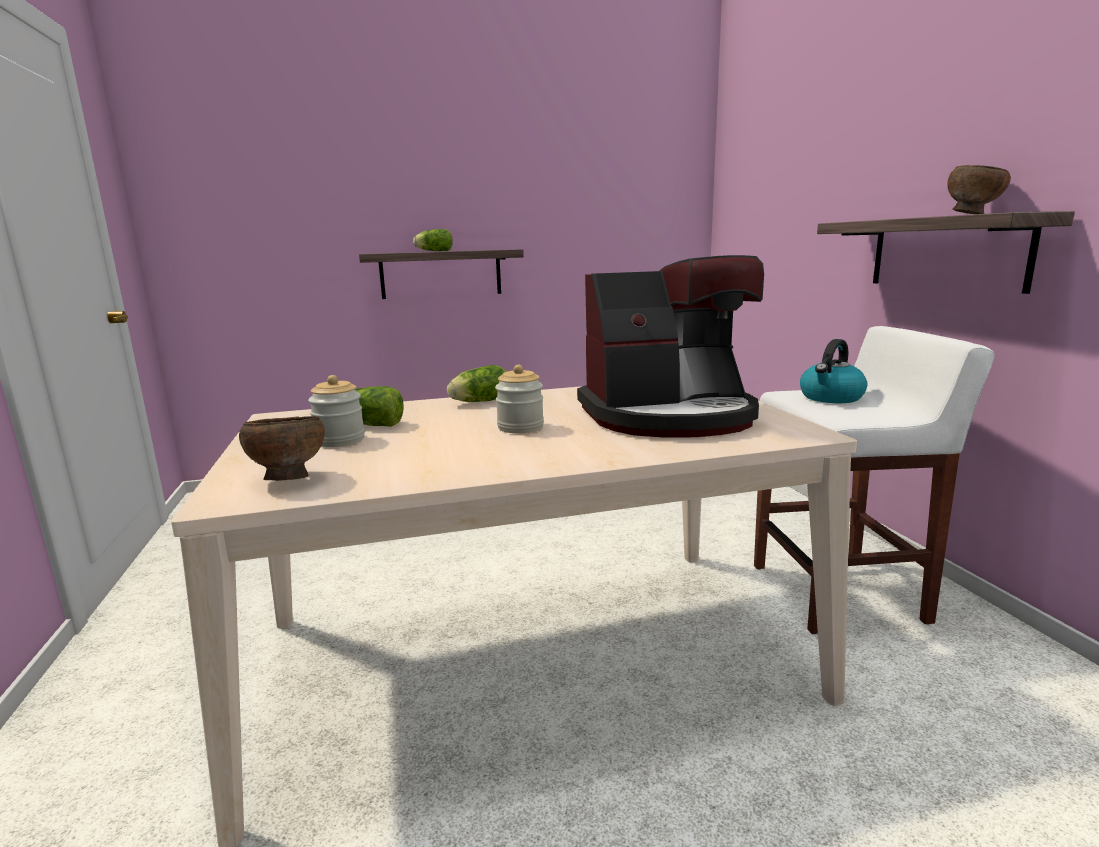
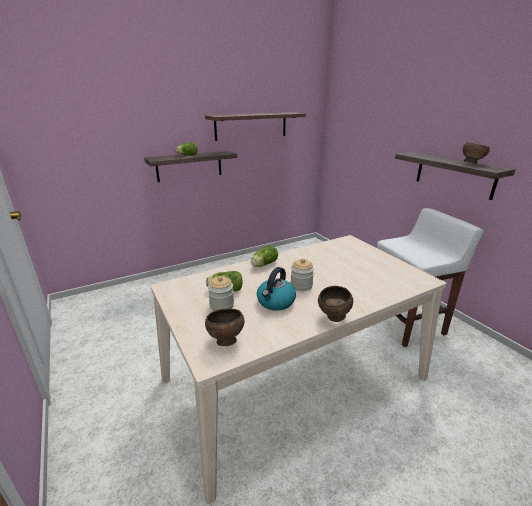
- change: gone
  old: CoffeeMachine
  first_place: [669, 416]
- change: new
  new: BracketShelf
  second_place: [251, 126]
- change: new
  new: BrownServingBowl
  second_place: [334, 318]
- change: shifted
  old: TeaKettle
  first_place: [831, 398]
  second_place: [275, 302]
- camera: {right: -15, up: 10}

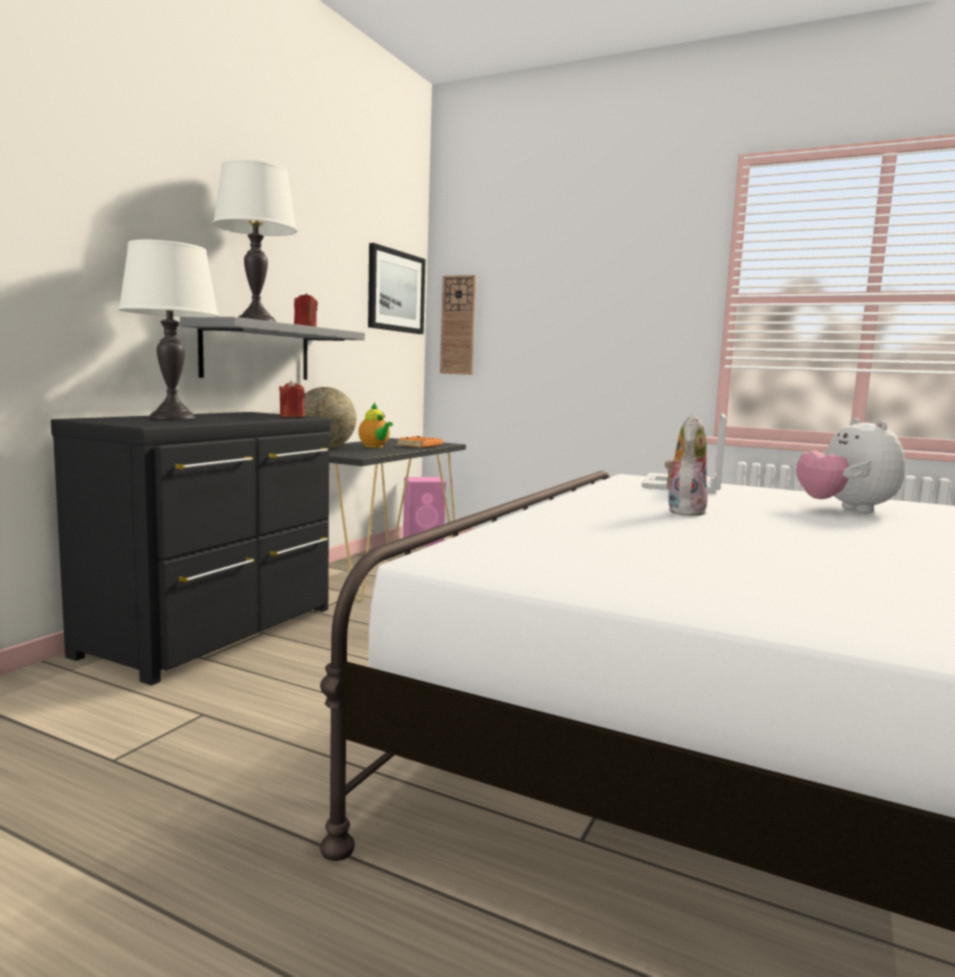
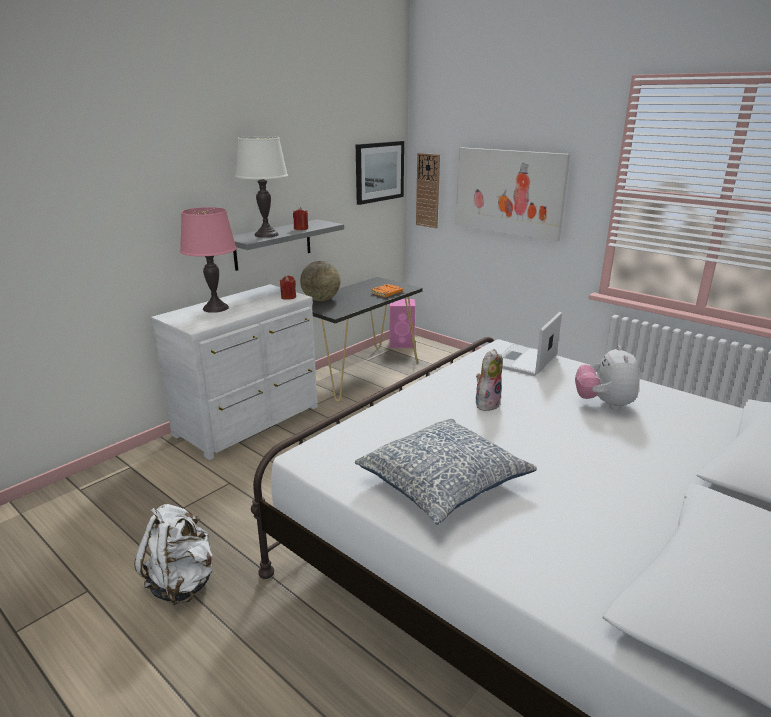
- change: gone
  old: Teapot
  first_place: [375, 447]
- change: new
  new: WhiteColouredKnapsack
  second_place: [182, 582]
- change: new
  new: Pillow
  second_place: [443, 484]
- change: new
  new: Picture
  second_place: [509, 192]
- change: repainted
  old: BlackishDresser
  new: WhiteColouredDresser
  first_place: [217, 631]
  second_place: [251, 421]
- change: repainted
  old: WhiteColouredTableLamp
  new: PinkishTableLamp
  first_place: [172, 418]
  second_place: [215, 308]
- camera: {right: 15, up: 15}

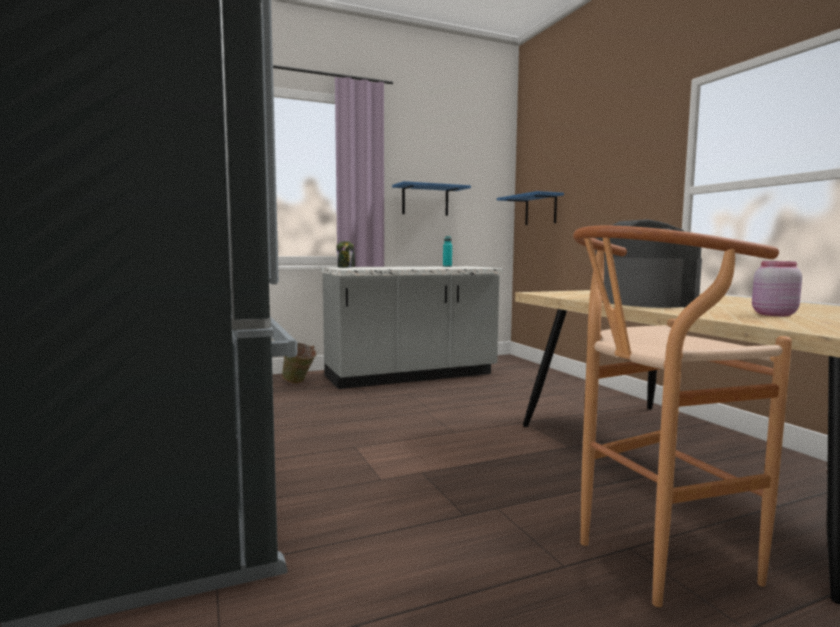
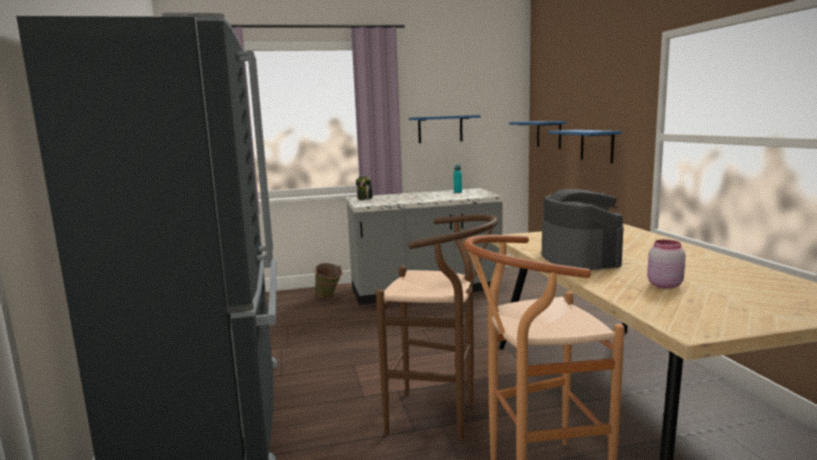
- change: new
  new: BrownStoolSeat
  second_place: [441, 418]
- change: new
  new: BluishBracketShelf
  second_place: [597, 145]
- camera: {right: 10, up: 5}

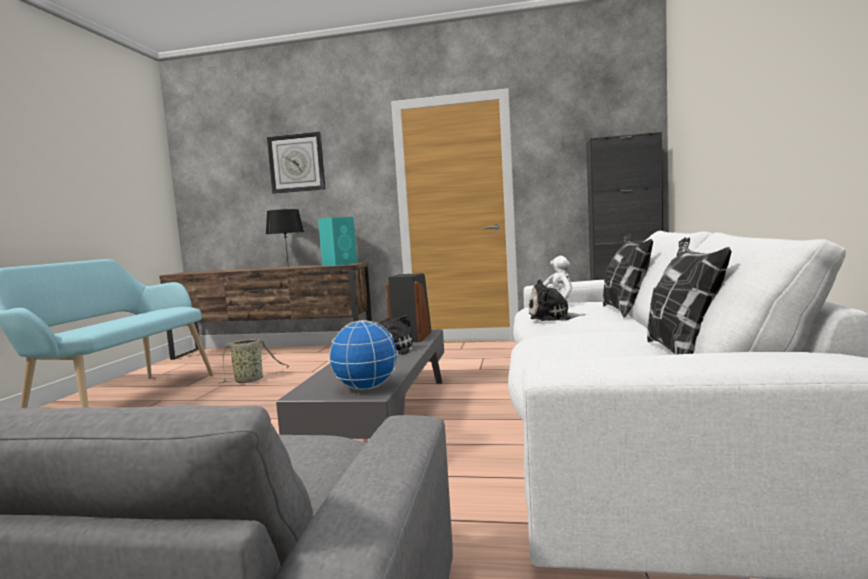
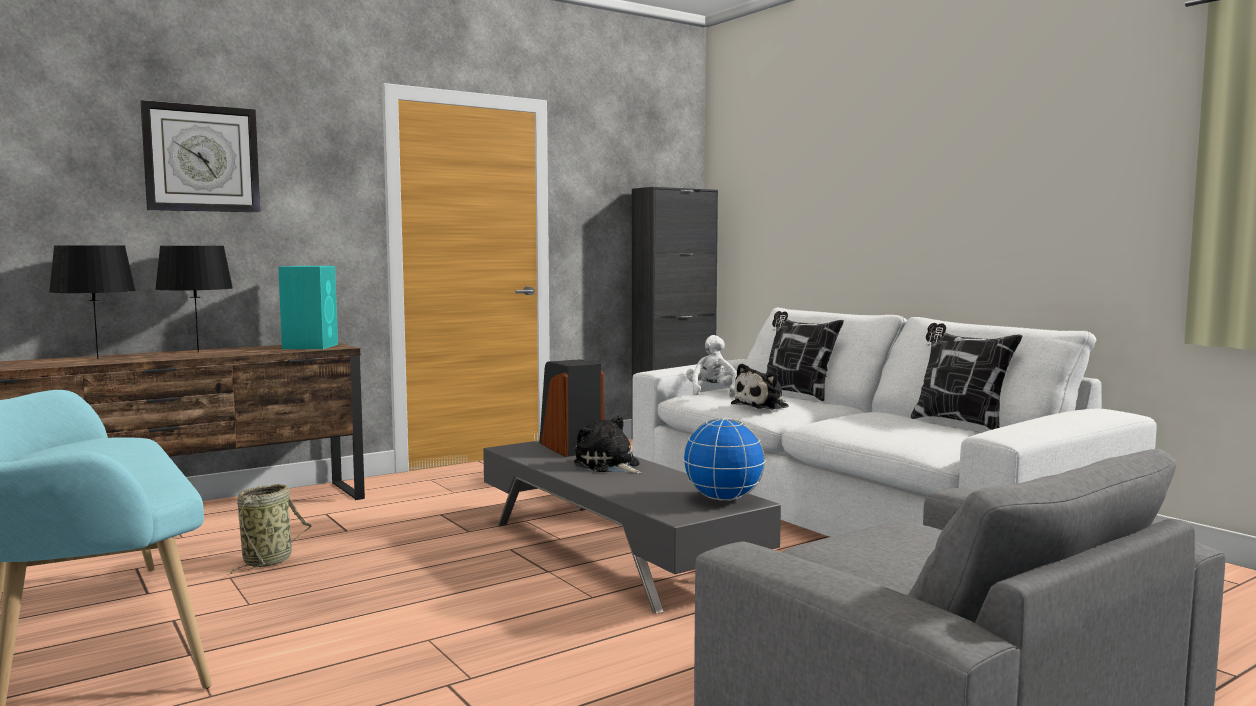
- change: new
  new: BlackishTableLamp
  second_place: [97, 358]
- camera: {right: -45, up: 0}

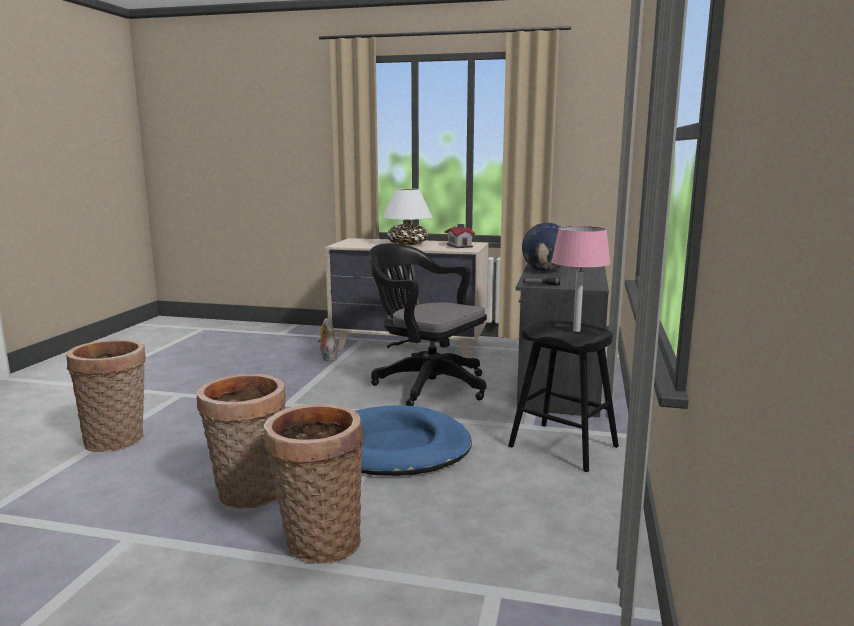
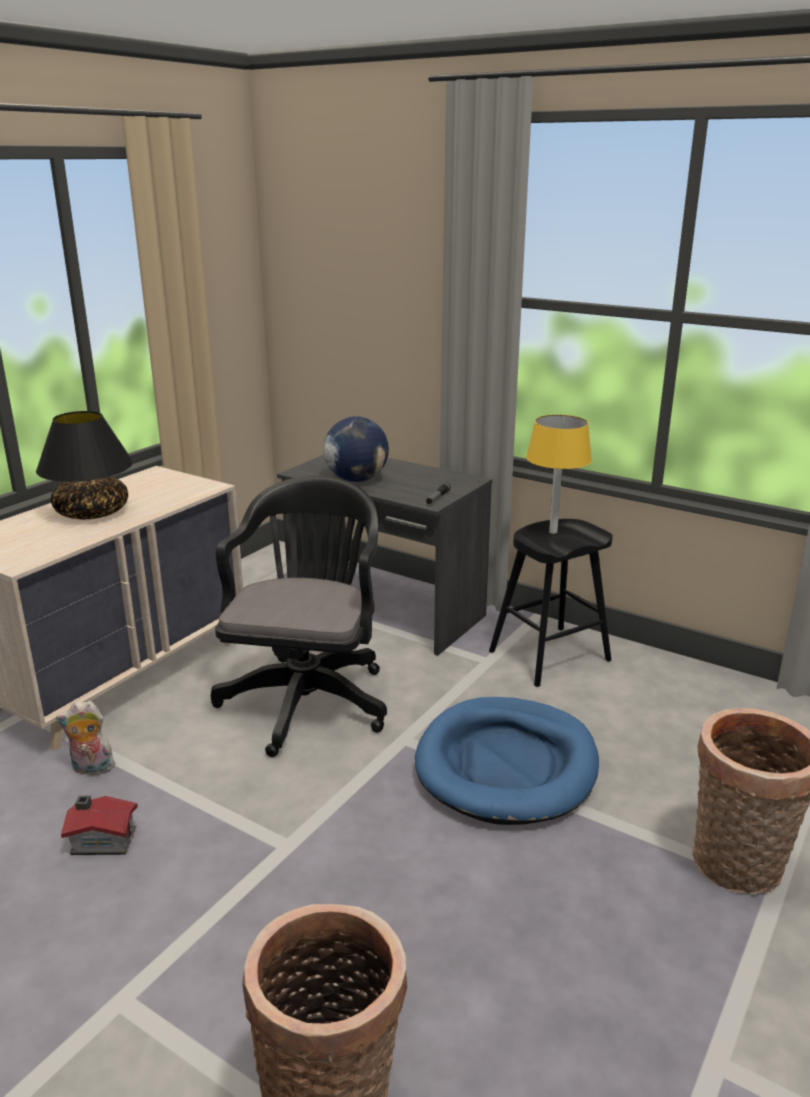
- change: gone
  old: Basket
  first_place: [249, 495]
- change: shifted
  old: ModelHouse
  first_place: [460, 246]
  second_place: [102, 840]
- change: repainted
  old: WhiteColouredTableLamp
  new: BlackishTableLamp
  first_place: [407, 244]
  second_place: [93, 512]
- change: repainted
  old: PinkishTableLamp
  new: YellowTableLamp
  first_place: [576, 331]
  second_place: [553, 532]
- change: rotated
  old: BlackishOfficeChair
  first_place: [426, 385]
  second_place: [308, 698]
  degrees: 135
- camera: {right: -70, up: 10}

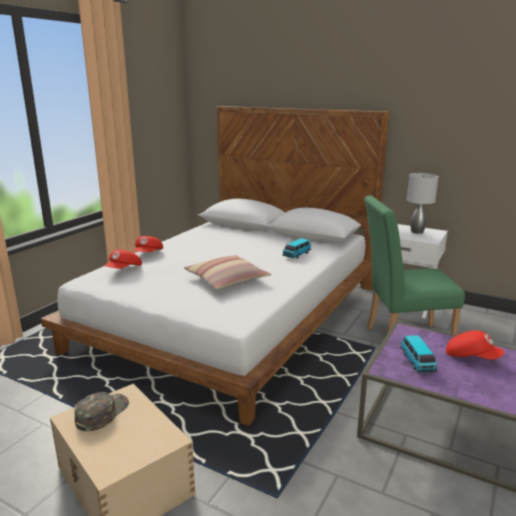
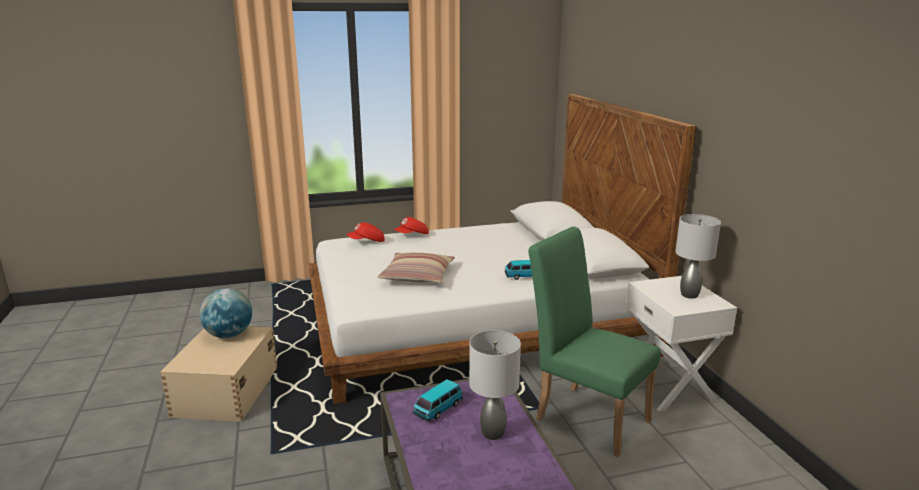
- change: swapped
  old: GreenBaseballCap
  new: Globe
  first_place: [102, 413]
  second_place: [229, 335]
- change: swapped
  old: ReddishBaseballCap
  new: GreyTableLamp
  first_place: [471, 357]
  second_place: [493, 433]
- camera: {right: 45, up: 0}

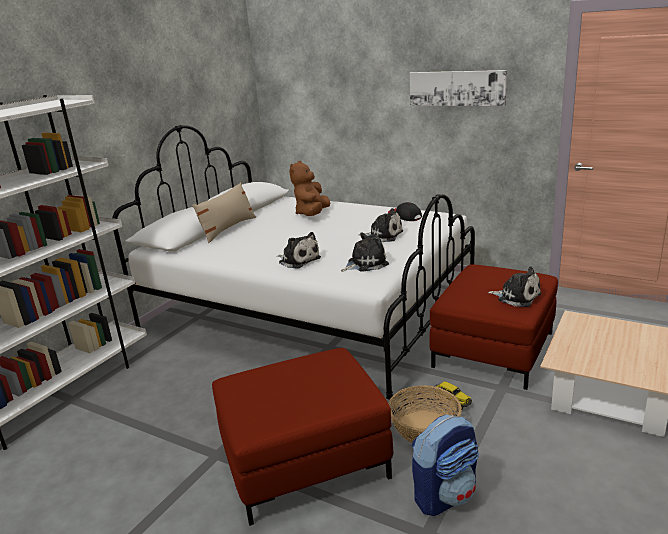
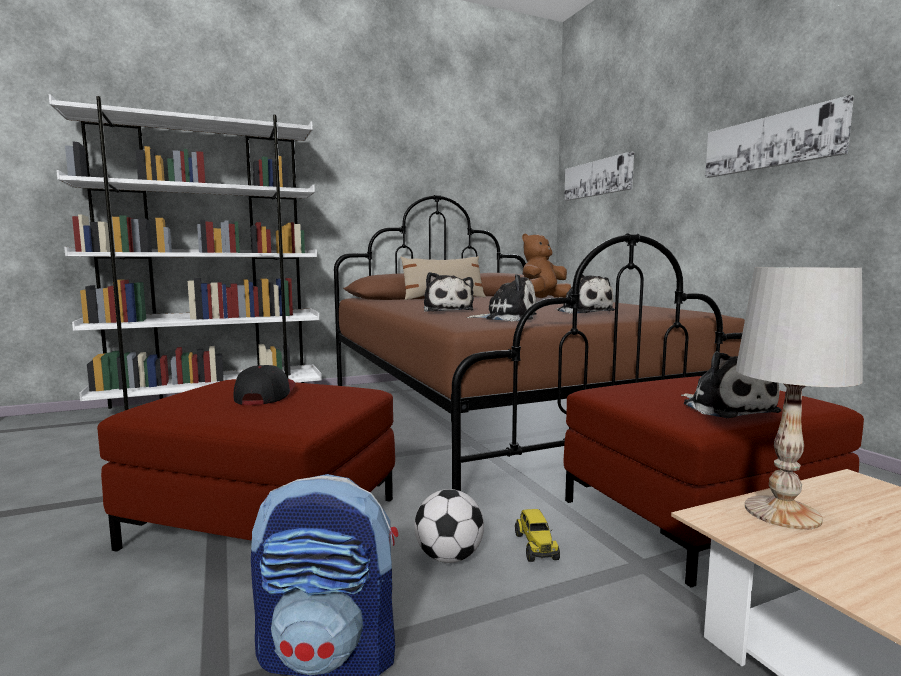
- change: new
  new: Picture
  second_place: [598, 178]
- change: new
  new: WhiteColouredTableLamp
  second_place: [781, 512]
- change: shifted
  old: BaseballCap
  first_place: [404, 216]
  second_place: [264, 394]
- change: swapped
  old: Basket
  new: FootballBall
  first_place: [425, 427]
  second_place: [449, 557]
- change: repainted
  old: WhiteColouredSleepingBed
  new: BrownSleepingBed
  first_place: [309, 311]
  second_place: [503, 413]
- camera: {right: 35, up: -15}

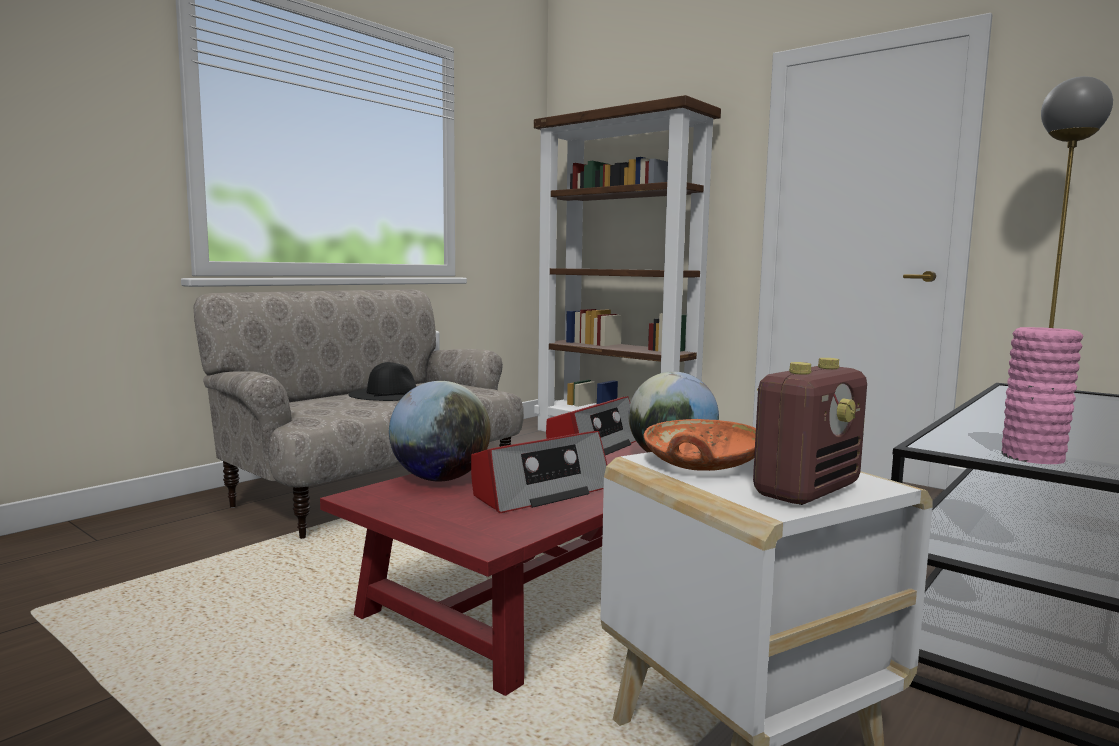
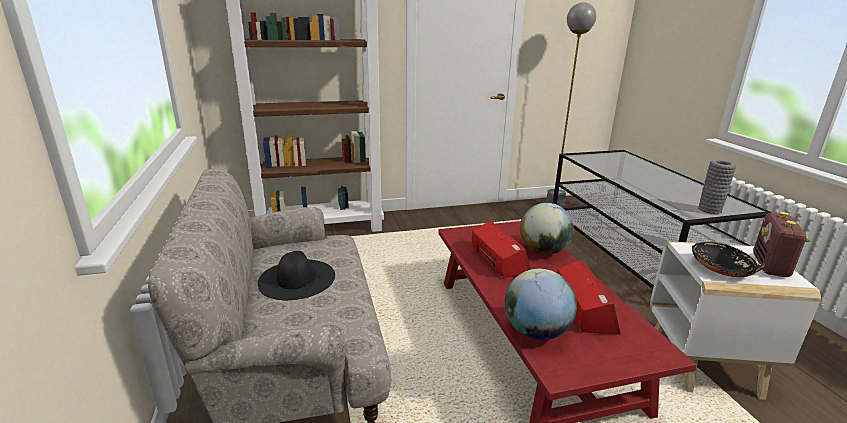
- change: repainted
  old: OrangeServingBowl
  new: BlackishServingBowl
  first_place: [701, 464]
  second_place: [722, 269]
- change: repainted
  old: PinkishFlowerVase
  new: GreyFlowerVase
  first_place: [1033, 457]
  second_place: [709, 210]
- change: rotated
  old: RadioSet
  first_place: [806, 491]
  second_place: [770, 266]
  degrees: -150
- camera: {right: -55, up: 15}

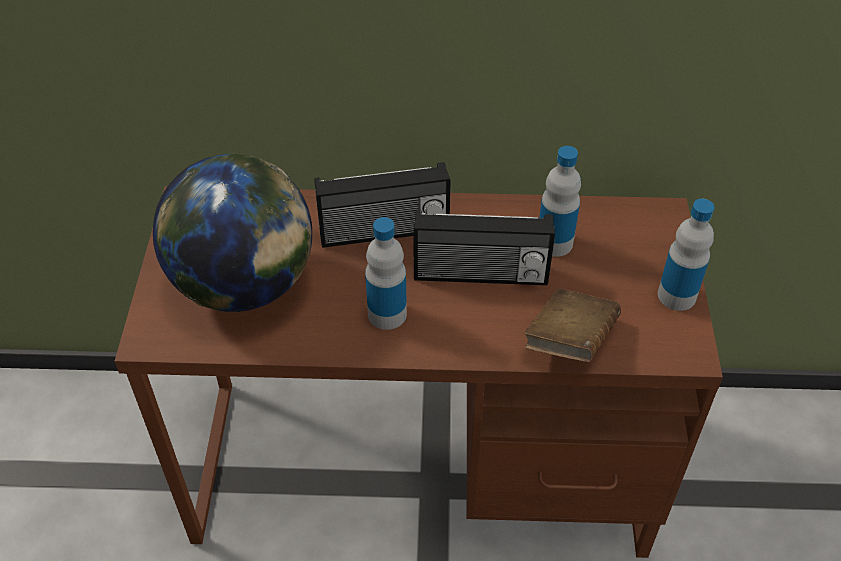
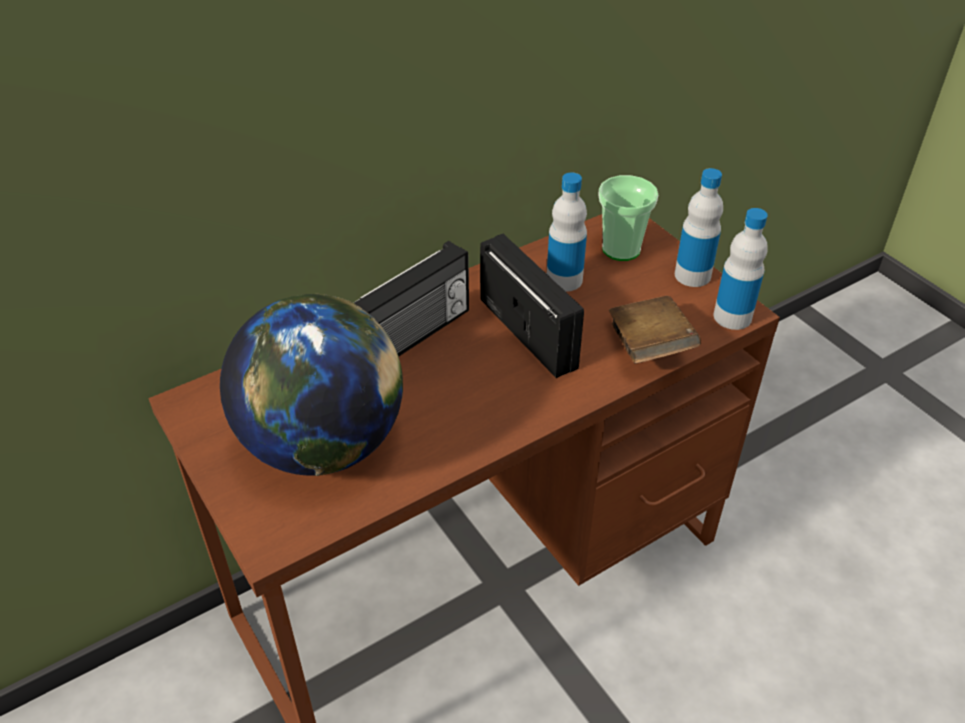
- change: new
  new: Cup
  second_place: [621, 249]
- change: shifted
  old: DrinkBottle
  first_place: [387, 314]
  second_place: [732, 317]
- change: rotated
  old: RadioSet
  first_place: [480, 275]
  second_place: [530, 332]
  degrees: -90
- camera: {right: -35, up: -5}

